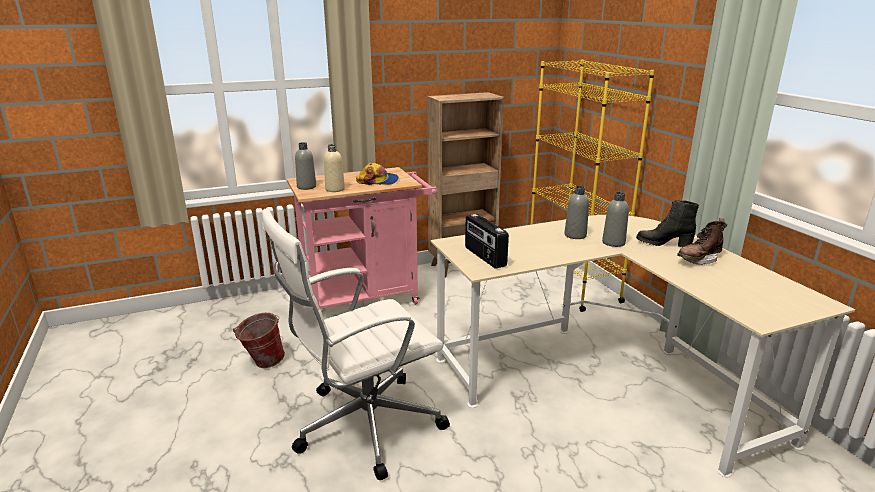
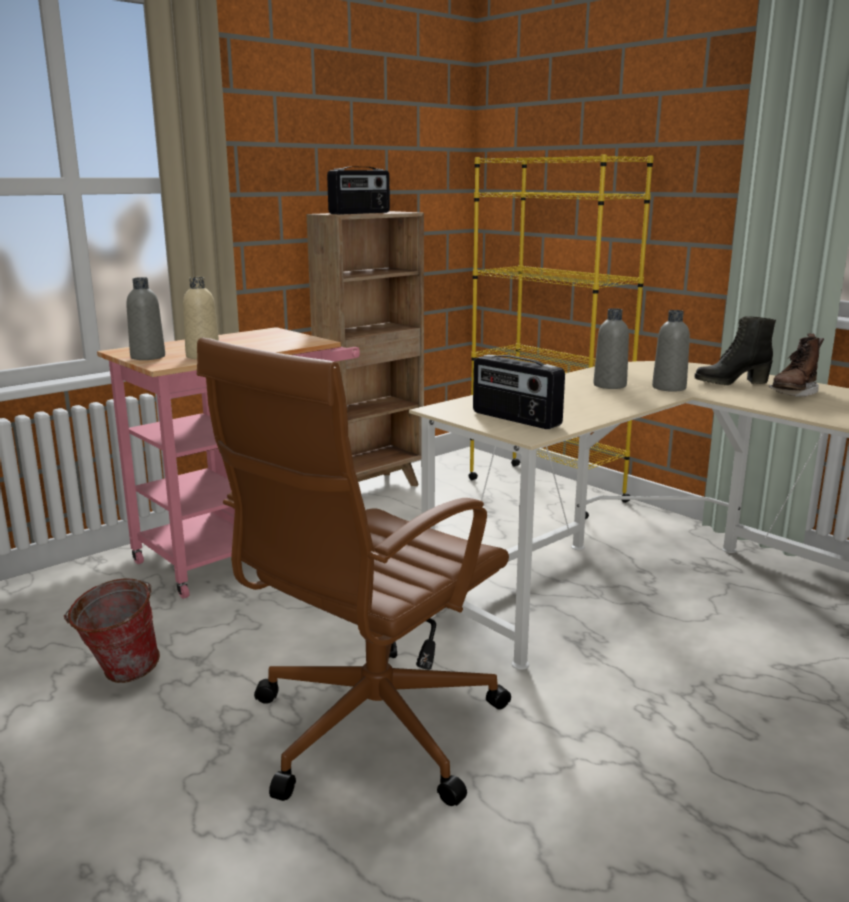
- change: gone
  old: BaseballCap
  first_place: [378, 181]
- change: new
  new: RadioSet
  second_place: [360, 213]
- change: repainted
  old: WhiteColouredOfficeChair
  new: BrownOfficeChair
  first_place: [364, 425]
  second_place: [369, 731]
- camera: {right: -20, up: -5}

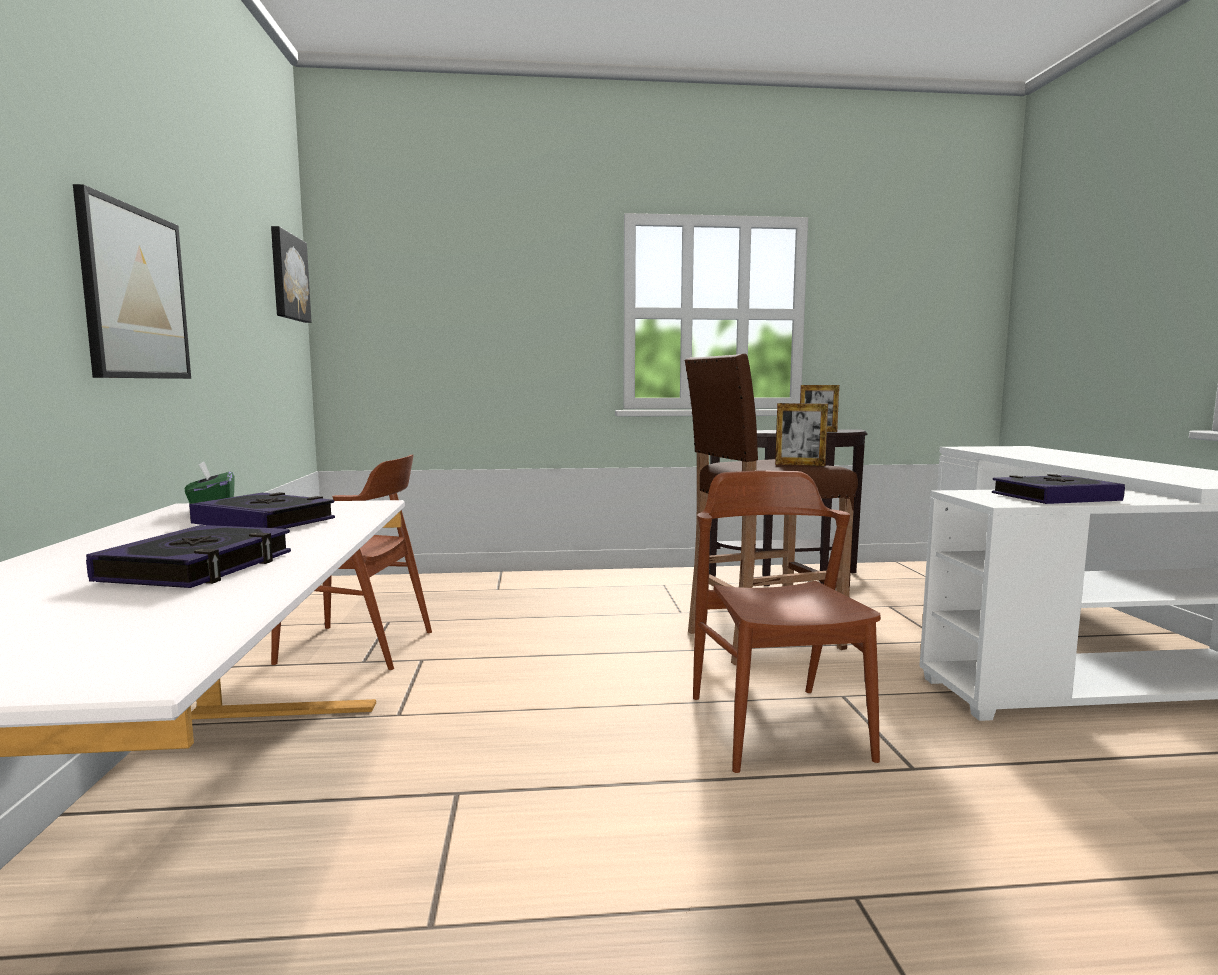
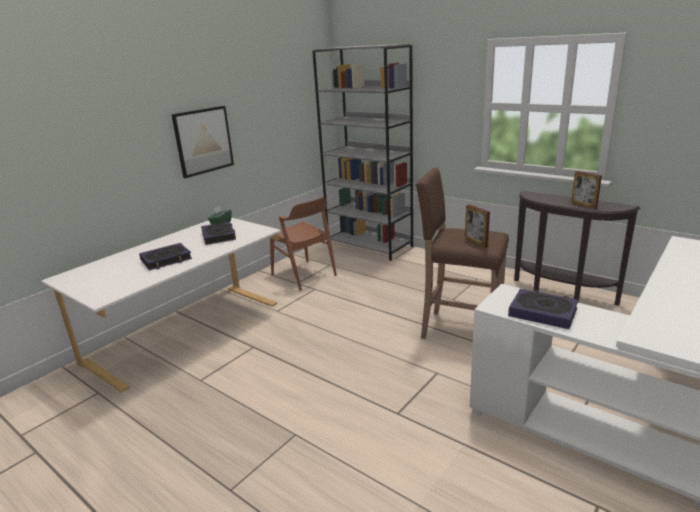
- change: gone
  old: Picture
  first_place: [287, 277]
- change: gone
  old: BrownUprightChair
  first_place: [777, 726]
- change: new
  new: GreyShelvingUnit
  second_place: [370, 245]
- camera: {right: 45, up: 15}

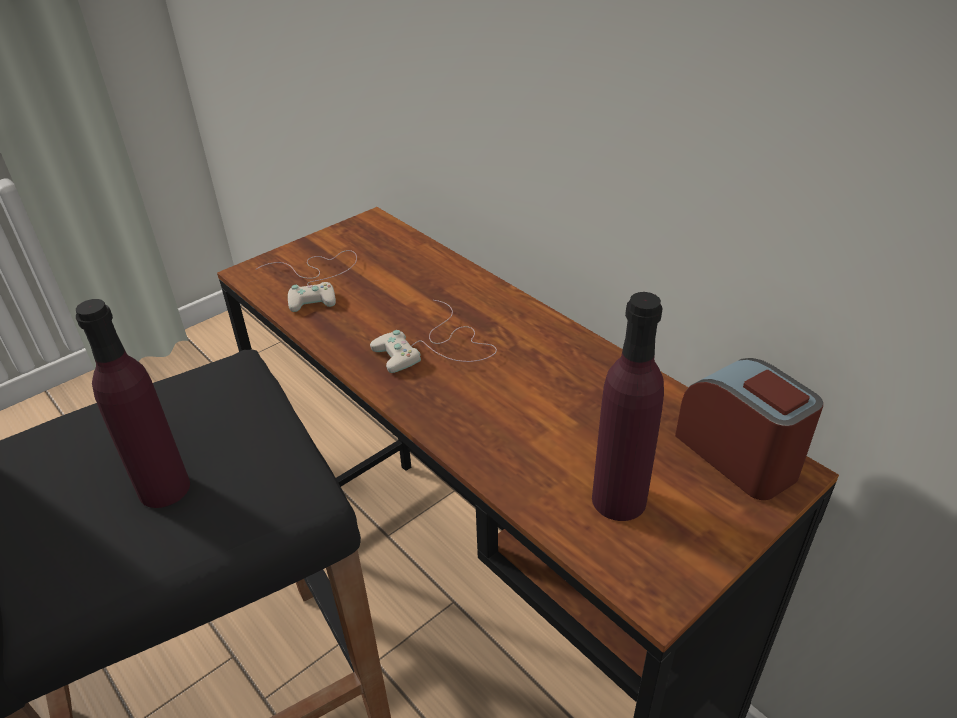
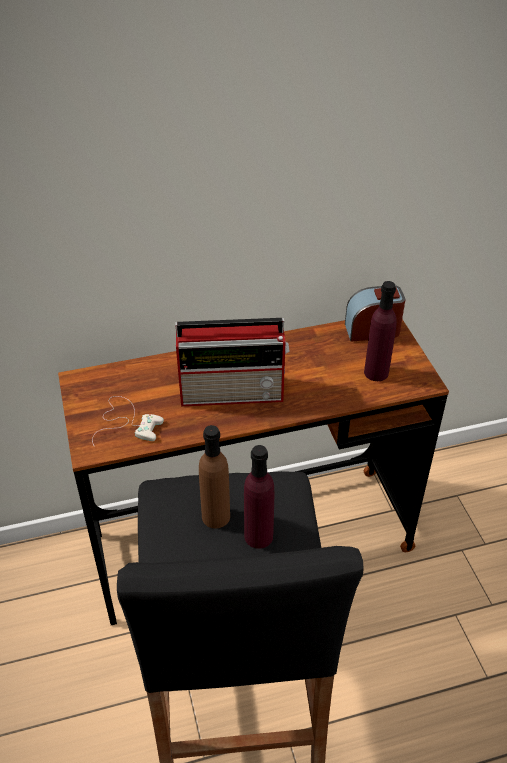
- change: new
  new: BrownDrinkBottle
  second_place: [216, 516]
- change: swapped
  old: WhiteColouredJoypad
  new: RadioSet
  first_place: [437, 347]
  second_place: [234, 392]
- camera: {right: -65, up: 5}

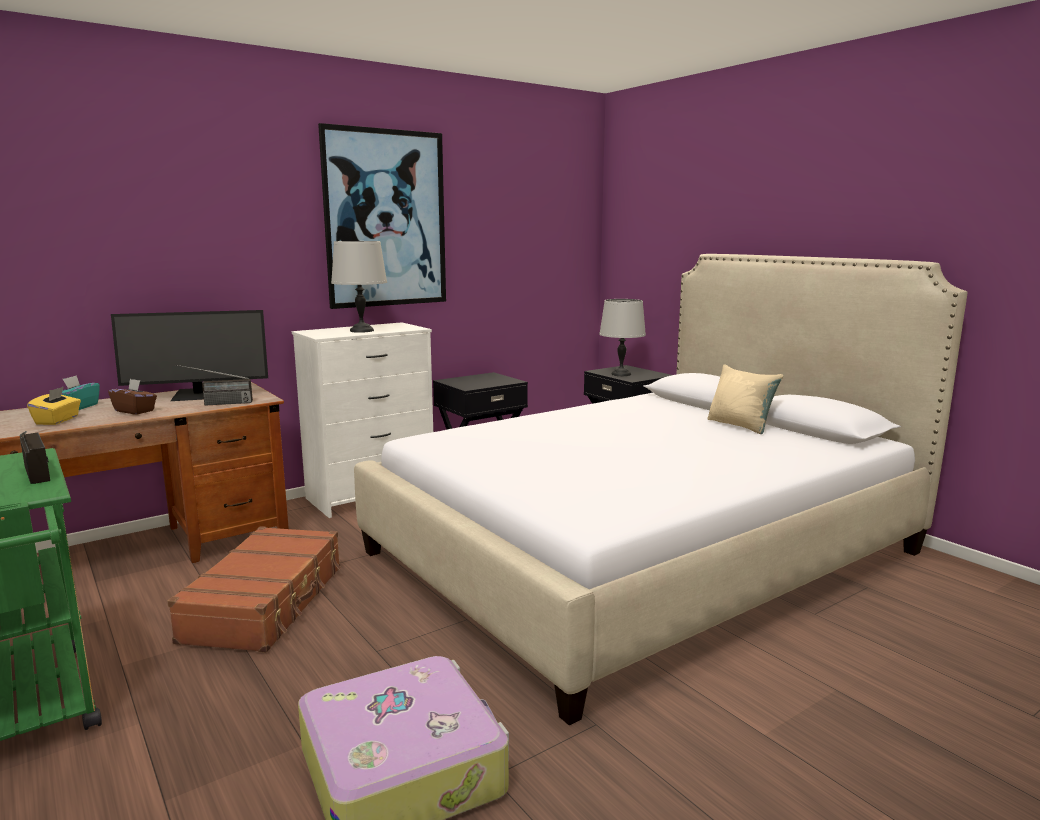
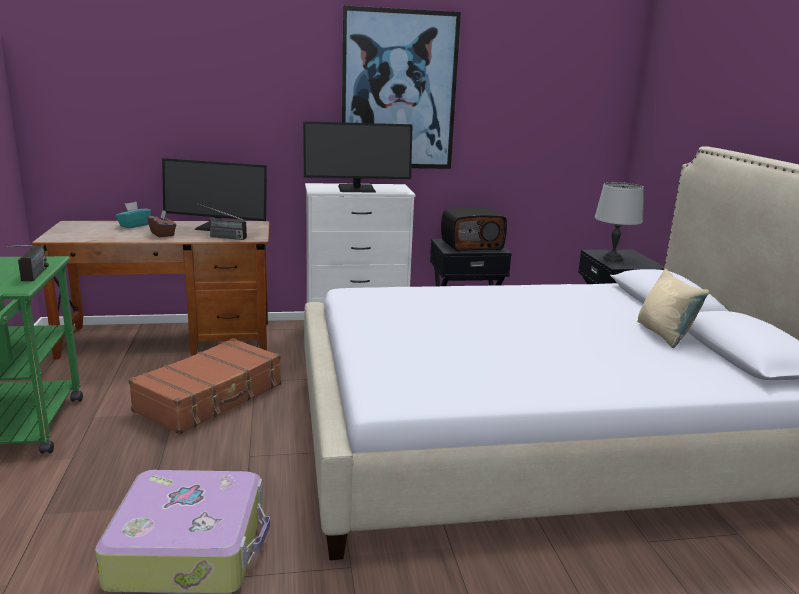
- change: gone
  old: YellowBoxOfTissues
  first_place: [57, 420]
- change: new
  new: RadioSet
  second_place: [472, 245]
- change: swapped
  old: GreyTableLamp
  new: ComputerScreen
  first_place: [362, 330]
  second_place: [357, 189]
- camera: {right: 25, up: 5}

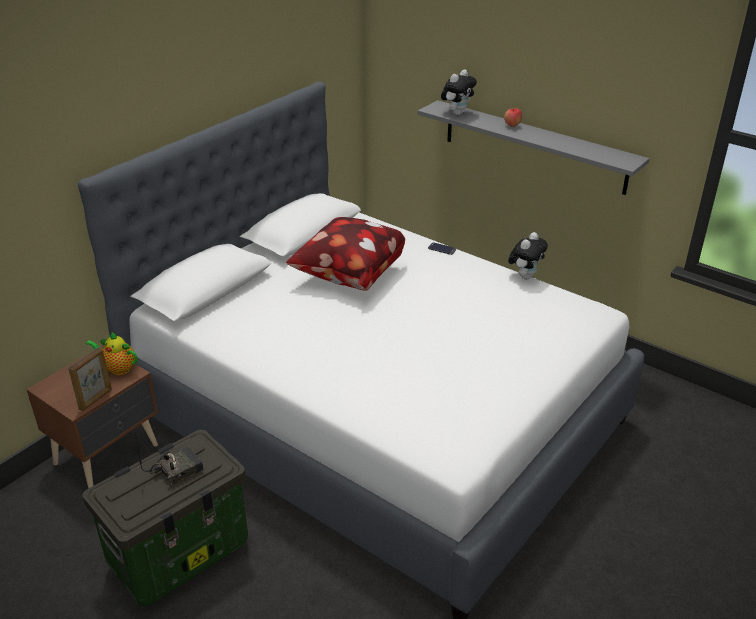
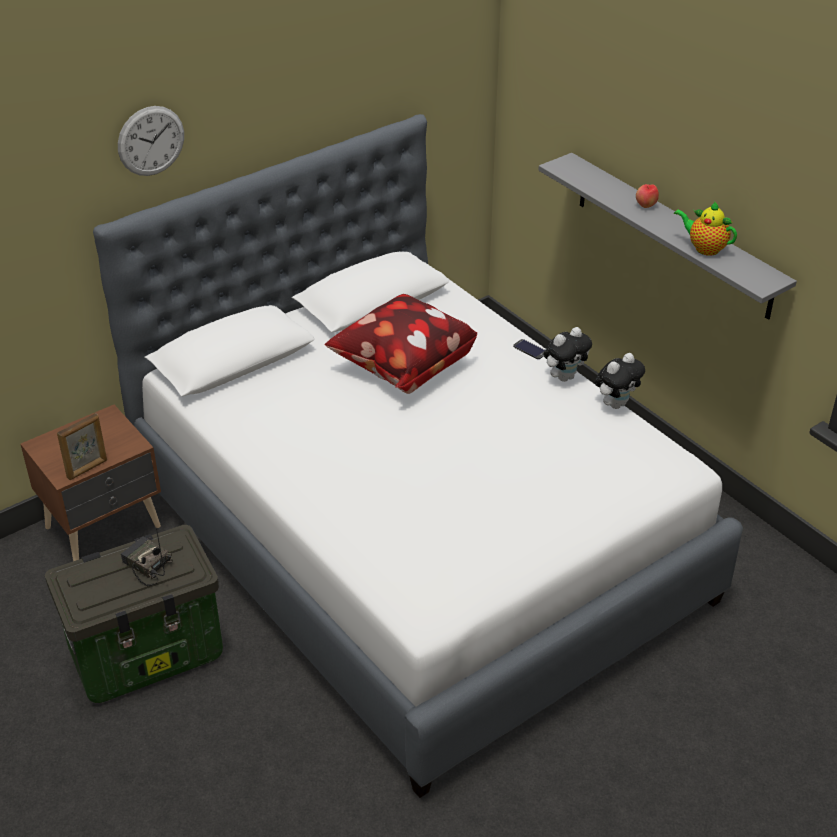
- change: new
  new: ClockOnTheWall
  second_place: [151, 141]
- change: shifted
  old: Teapot
  first_place: [118, 368]
  second_place: [704, 248]
- change: shifted
  old: CuddlyToy
  first_place: [457, 113]
  second_place: [565, 376]
- change: rotated
  old: RadioSet
  first_place: [177, 469]
  second_place: [146, 565]
  degrees: -120
- camera: {right: 15, up: 5}

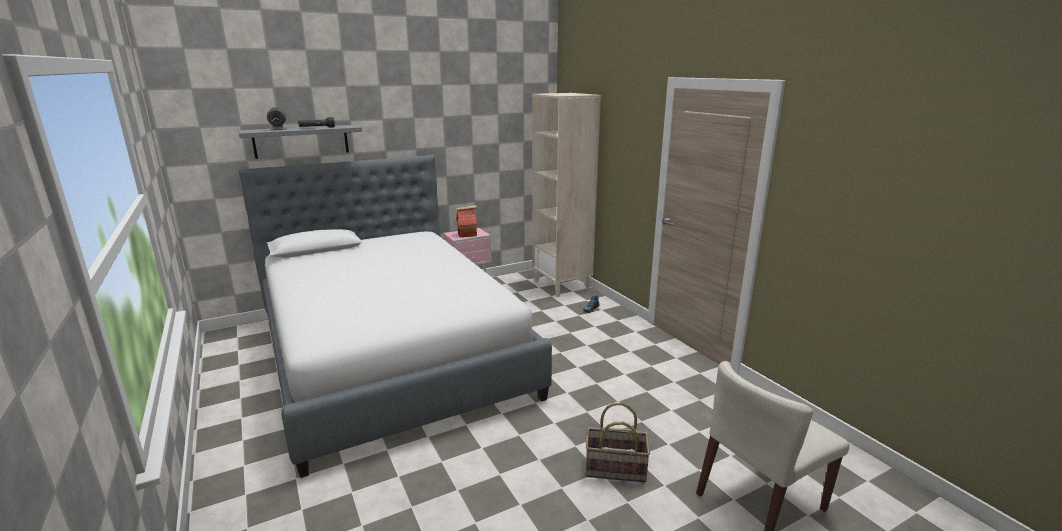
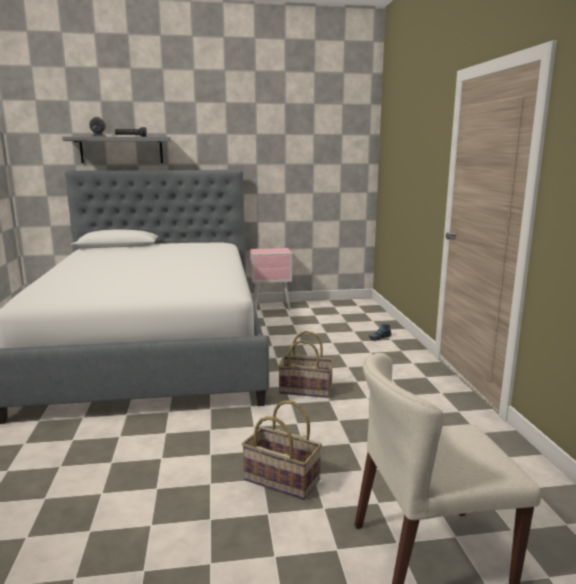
- change: gone
  old: ModelHouse
  first_place: [467, 234]
- change: gone
  old: SandColouredShelvingUnit
  first_place: [562, 285]
- change: new
  new: Basket
  second_place: [306, 389]
- camera: {right: 20, up: -5}

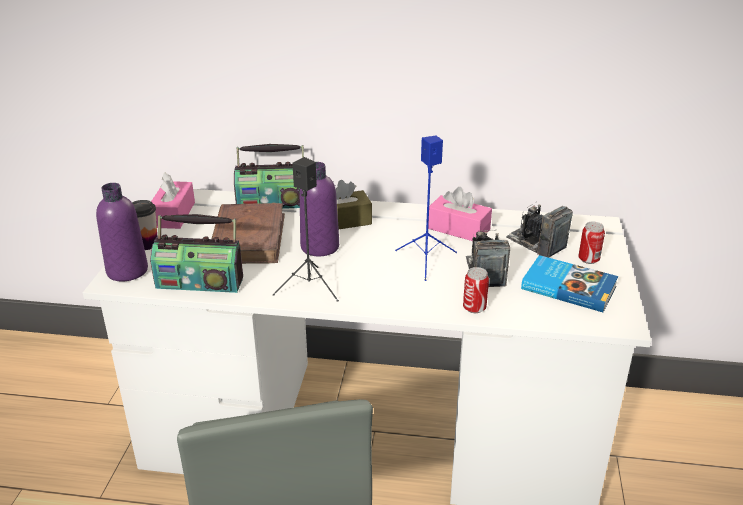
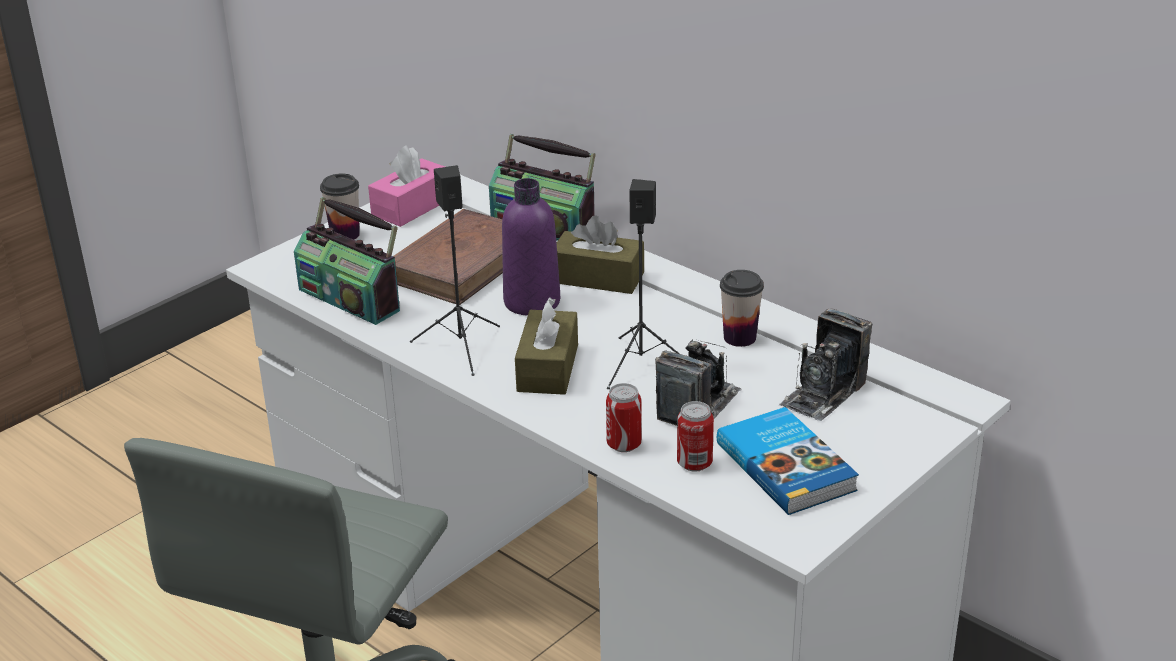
- change: gone
  old: PurpleColouredDrinkBottle
  first_place: [127, 271]
- change: new
  new: BrownBoxOfTissues
  second_place: [548, 368]
- change: shifted
  old: Can
  first_place: [588, 259]
  second_place: [694, 463]
- change: swapped
  old: PinkishBoxOfTissues
  new: Cup
  first_place: [458, 229]
  second_place: [739, 338]
- change: repainted
  old: BluishAudioSpeaker
  new: BlackishAudioSpeaker
  first_place: [426, 261]
  second_place: [640, 365]
- change: rotated
  old: StillCamera
  first_place: [536, 243]
  second_place: [823, 393]
  degrees: -135
- camera: {right: 35, up: 0}

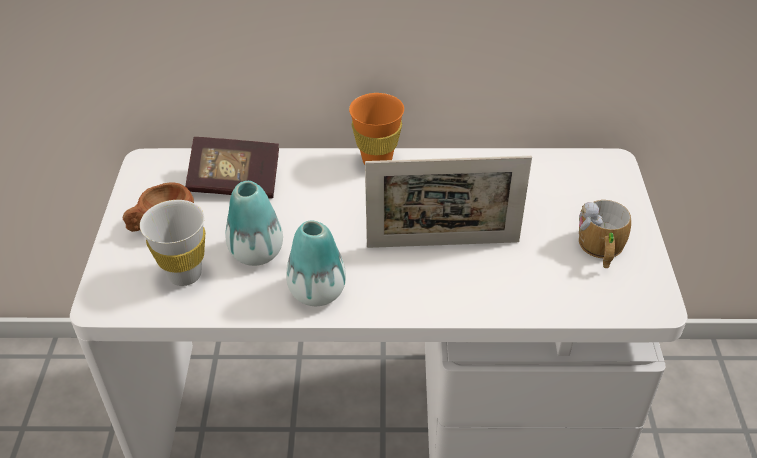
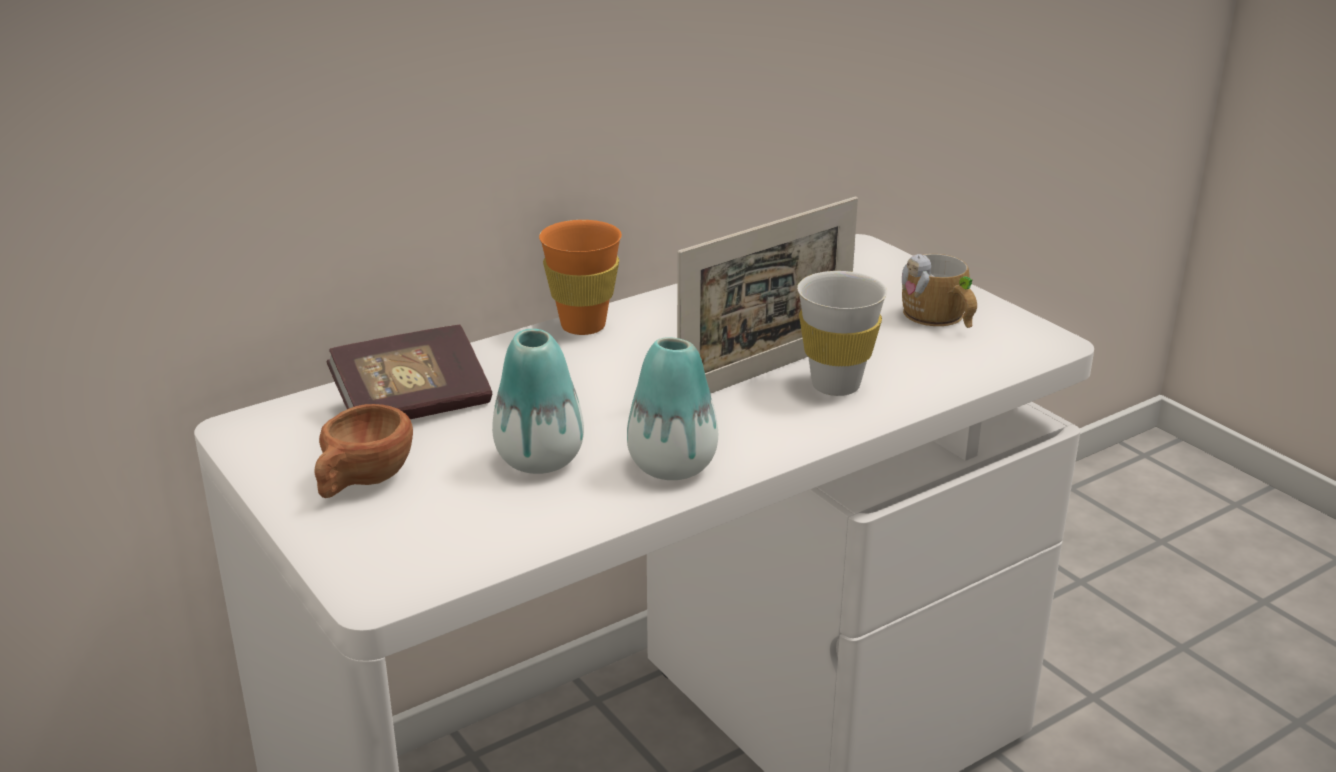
- change: shifted
  old: WhiteColouredCup
  first_place: [185, 274]
  second_place: [835, 385]
- camera: {right: -35, up: -15}

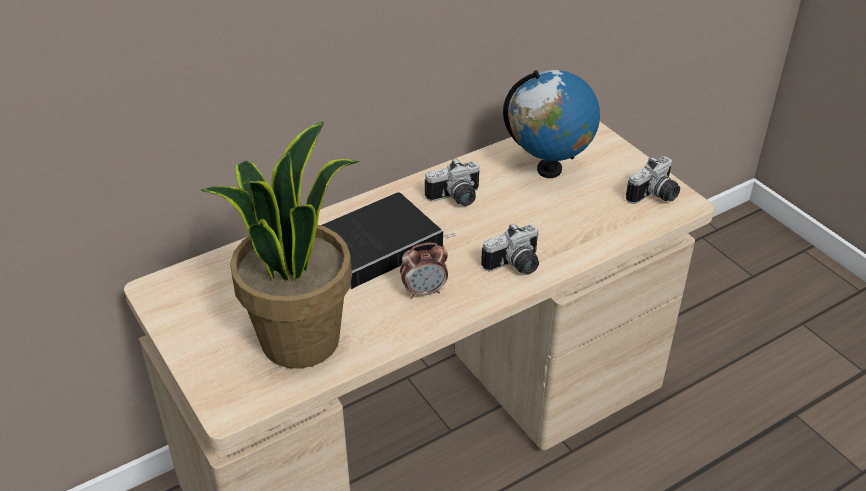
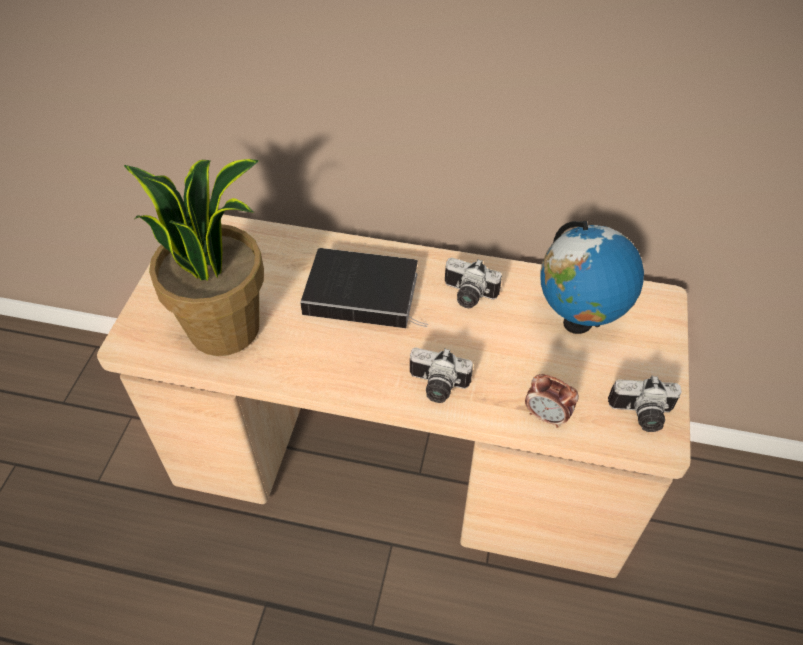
- change: shifted
  old: BedsideClock
  first_place: [424, 291]
  second_place: [546, 416]
- camera: {right: 45, up: 10}

